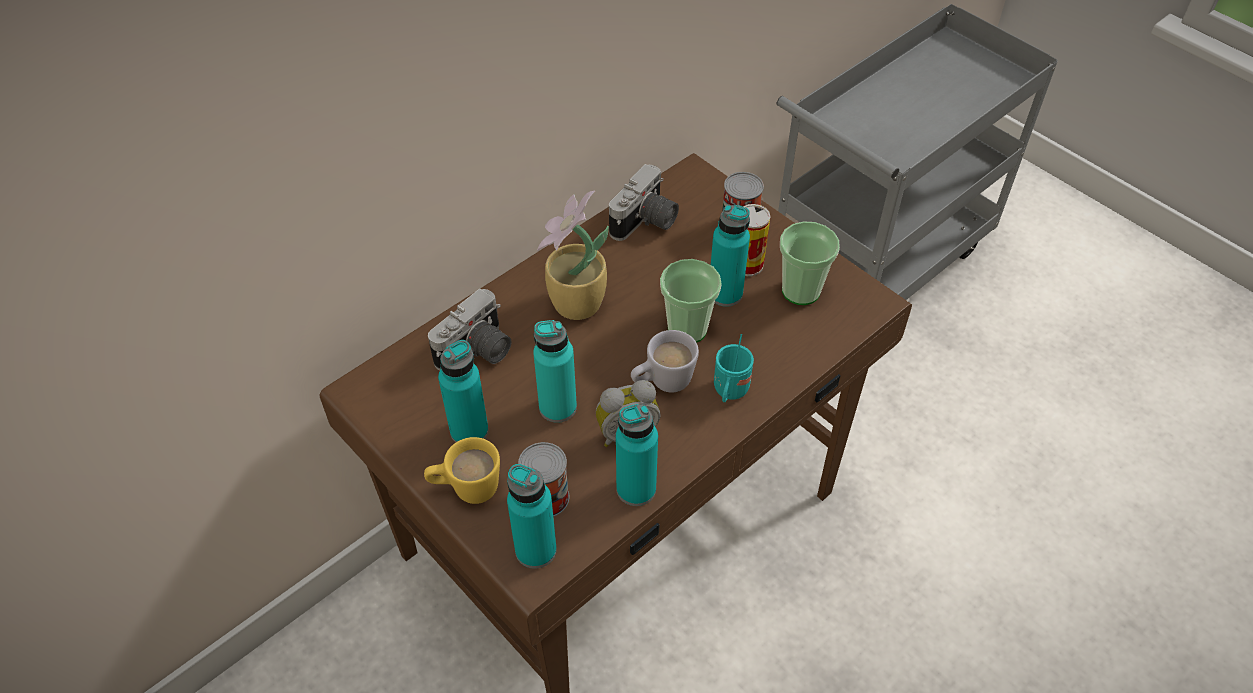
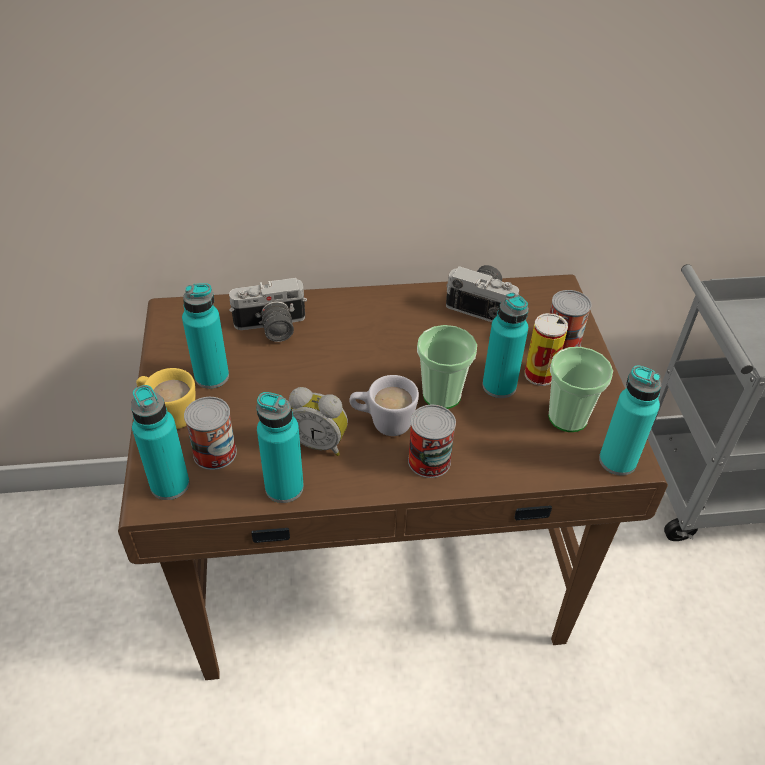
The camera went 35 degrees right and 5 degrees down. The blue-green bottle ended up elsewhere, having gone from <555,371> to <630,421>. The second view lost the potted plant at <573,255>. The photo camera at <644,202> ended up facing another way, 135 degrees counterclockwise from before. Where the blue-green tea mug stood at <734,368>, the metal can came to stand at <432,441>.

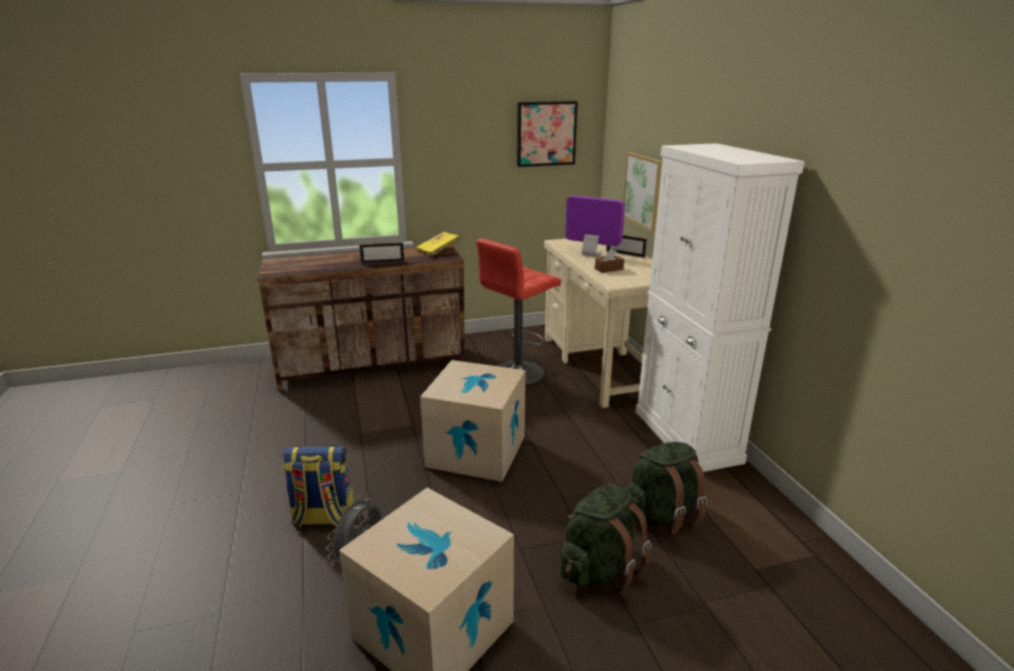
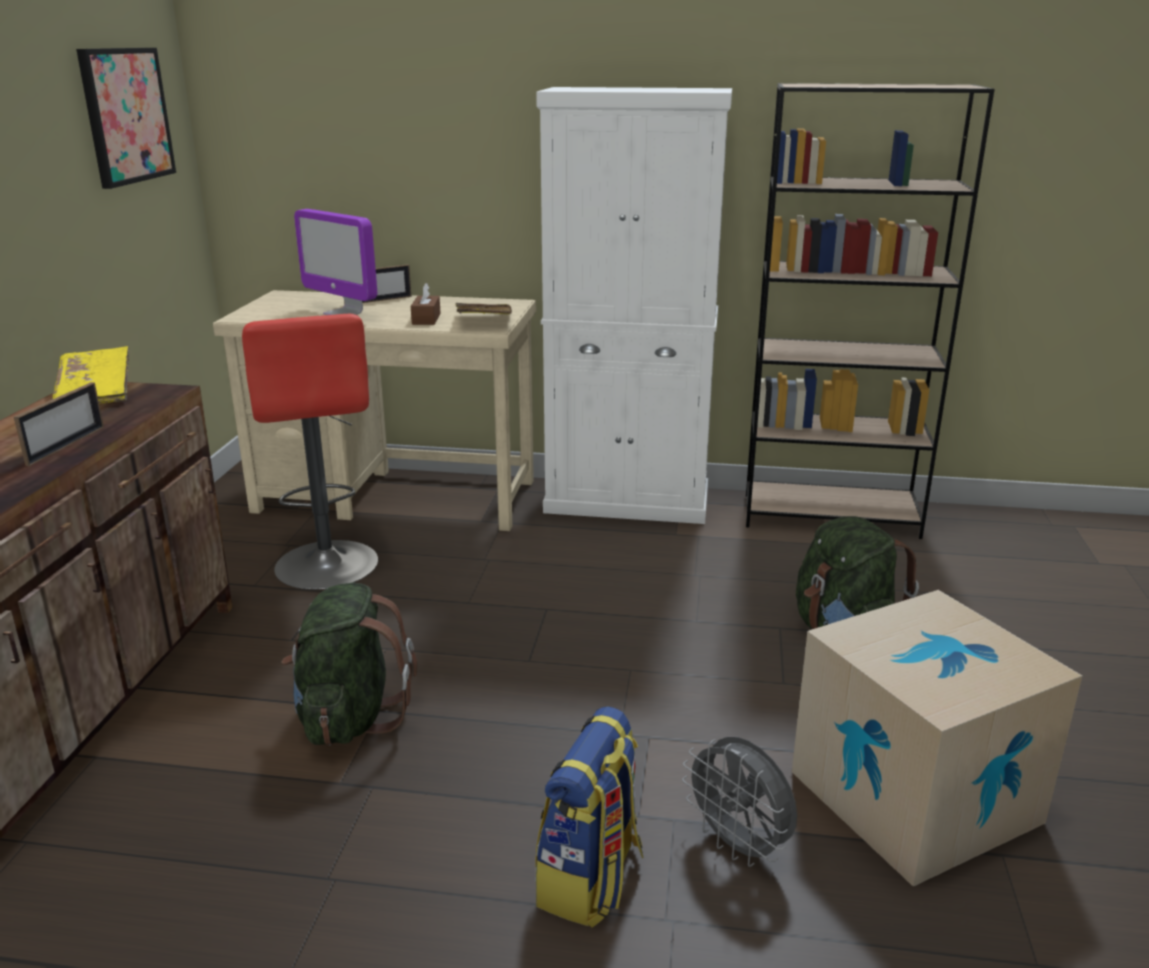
The camera went 65 degrees left and 0 degrees up. The second view lost the packing box at <472,421>. The computer screen at <595,226> ended up facing another way, 105 degrees counterclockwise from before. The second view lost the wall picture at <642,192>. The green backpack ended up elsewhere, having gone from <666,489> to <349,664>. The second view gained the yellow-coloured book at <483,308>. The second view gained the sand-coloured bookcase at <870,311>.

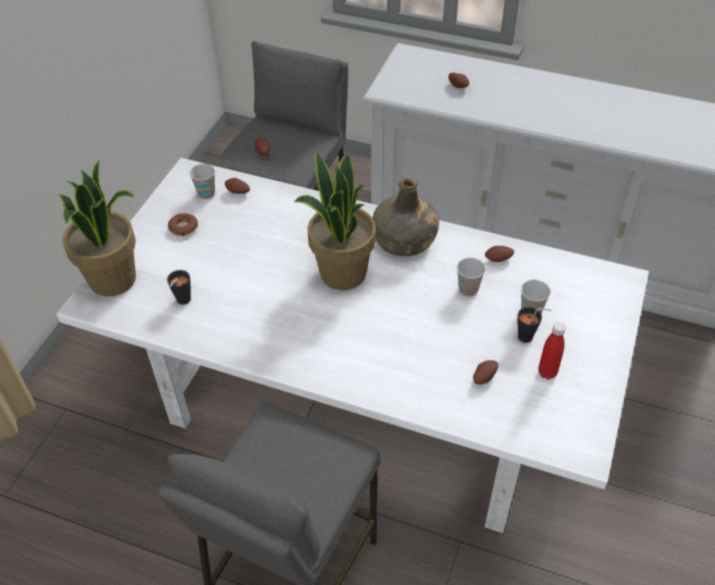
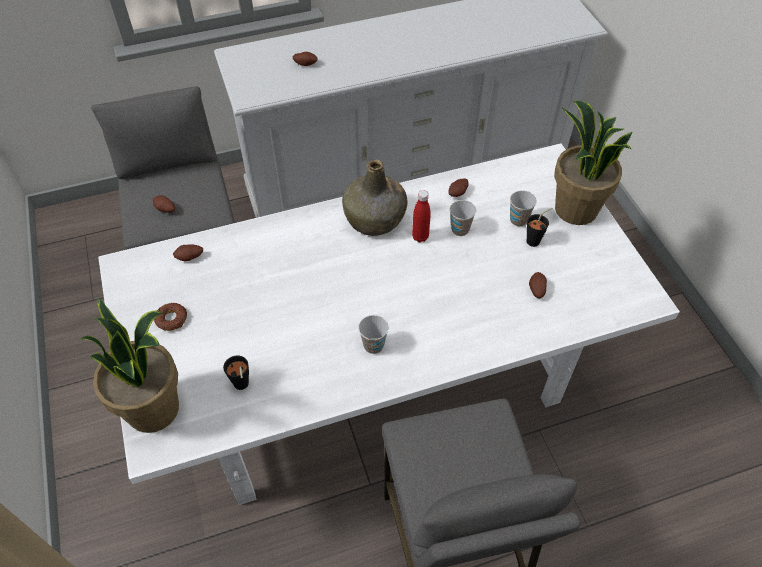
The camera went 40 degrees left and 5 degrees up. The small cup ended up elsewhere, having gone from <202,181> to <373,334>. The potted plant ended up elsewhere, having gone from <335,220> to <593,163>. The reddish bottle ended up elsewhere, having gone from <552,350> to <421,216>.

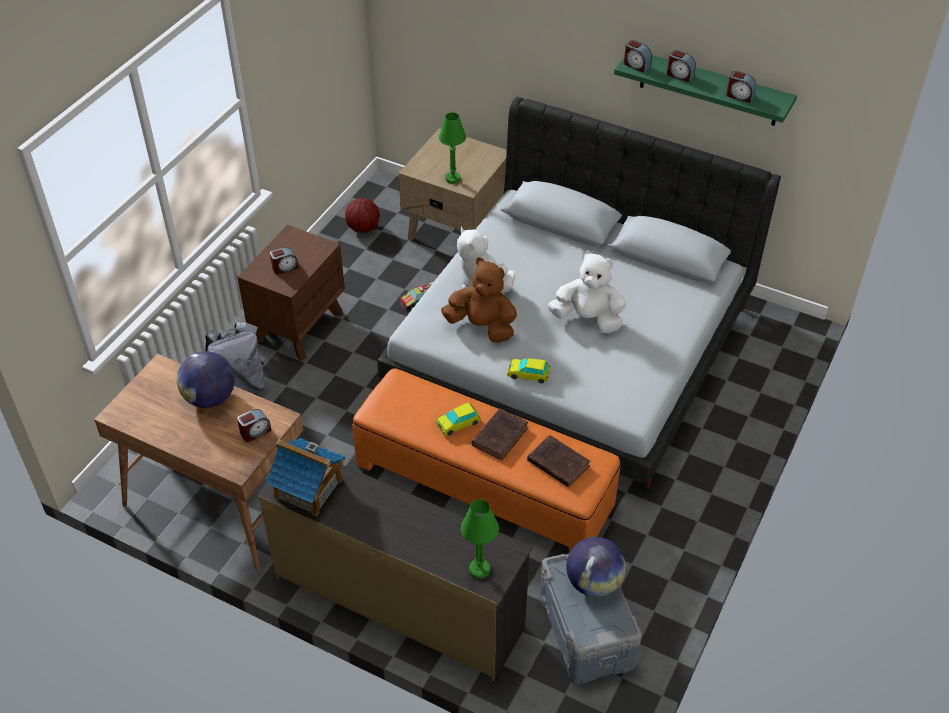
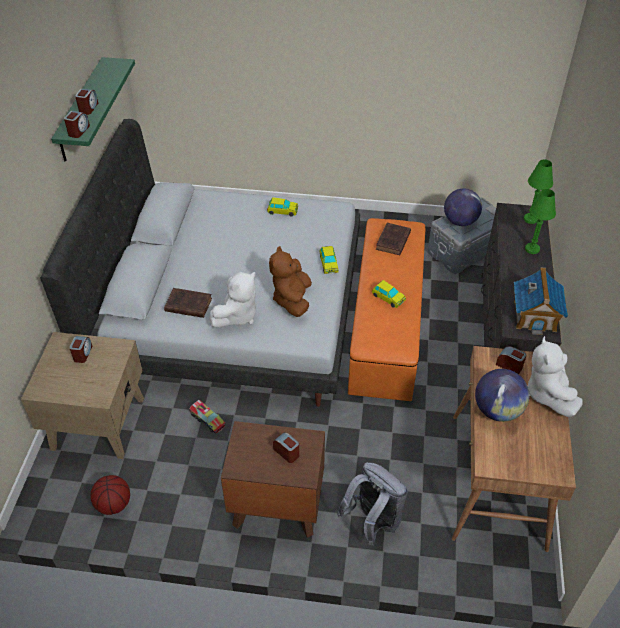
The camera went 110 degrees left and 0 degrees up. The green tabletop lamp ended up elsewhere, having gone from <452,148> to <540,221>. The brown-coloured book ended up elsewhere, having gone from <500,434> to <188,303>. The white soft toy ended up elsewhere, having gone from <587,292> to <555,376>. The table clock ended up elsewhere, having gone from <741,87> to <80,349>. The second view gained the miniature car at <282,207>.

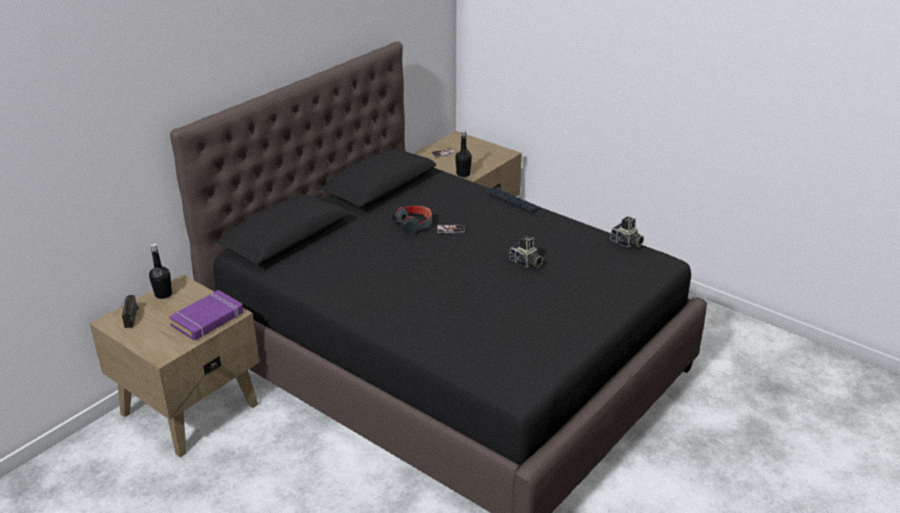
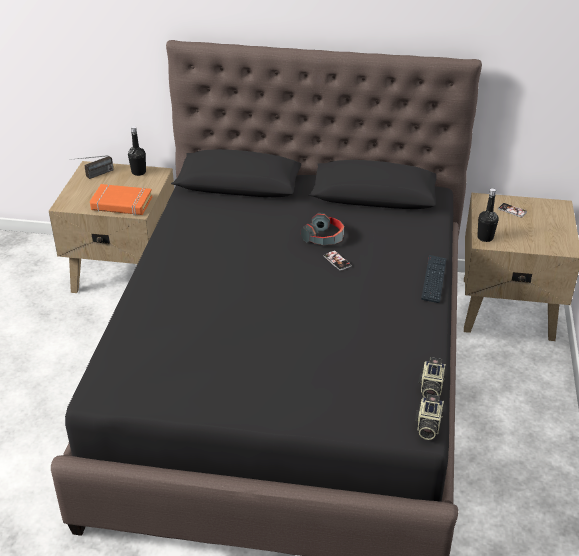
The camera went 60 degrees right and 5 degrees up. What was the purple-coloured book at <206,315> turned into the orange-coloured book at <121,200>. The photo camera ended up elsewhere, having gone from <525,252> to <429,417>.

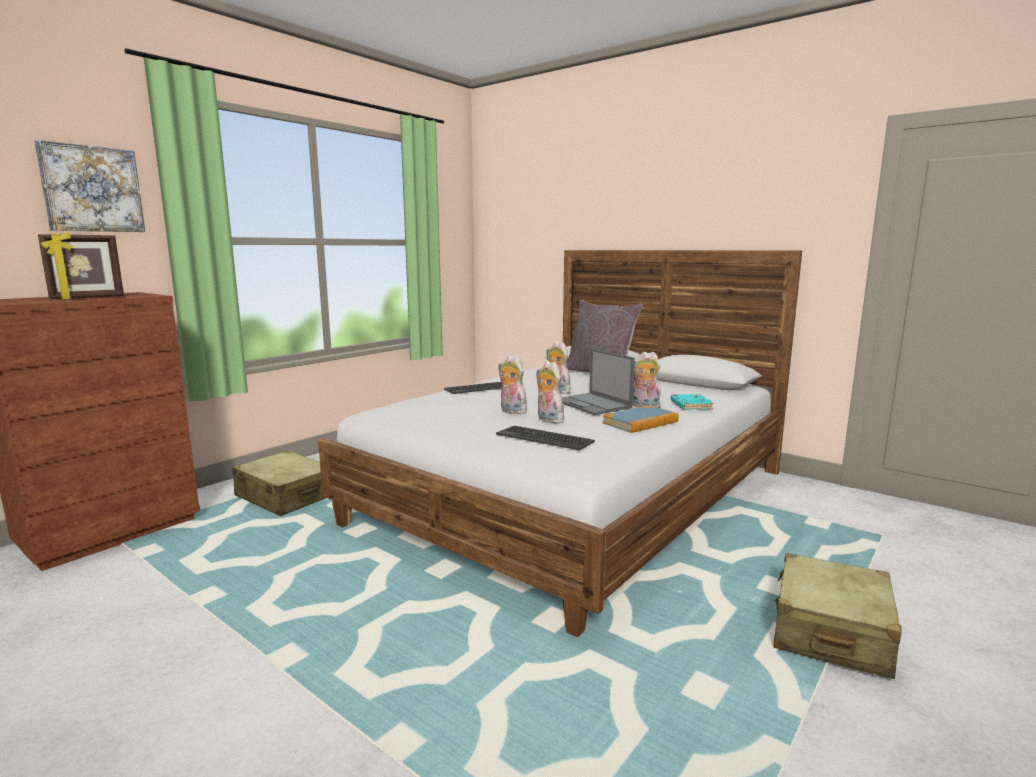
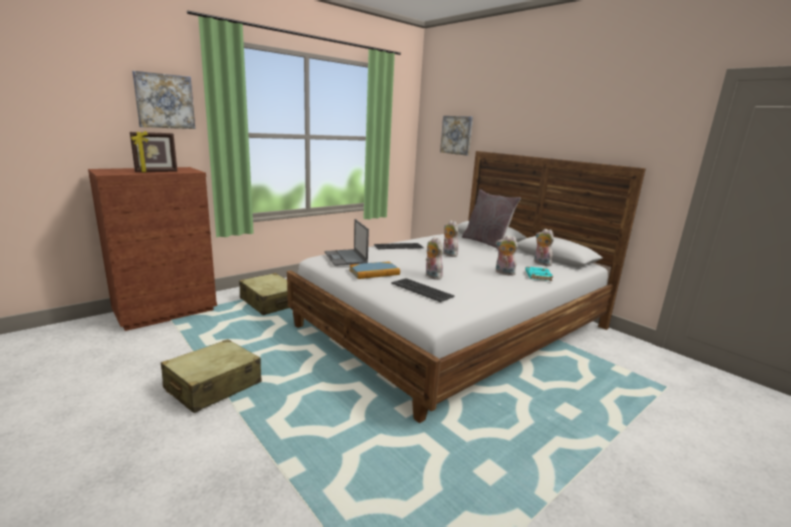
The camera went 10 degrees right and 5 degrees up. The soft toy ended up elsewhere, having gone from <512,384> to <544,247>. The portable computer ended up elsewhere, having gone from <598,381> to <346,242>. The book ended up elsewhere, having gone from <641,419> to <374,270>. The sand-coloured travel case ended up elsewhere, having gone from <838,616> to <211,376>. The second view gained the wall picture at <456,136>.

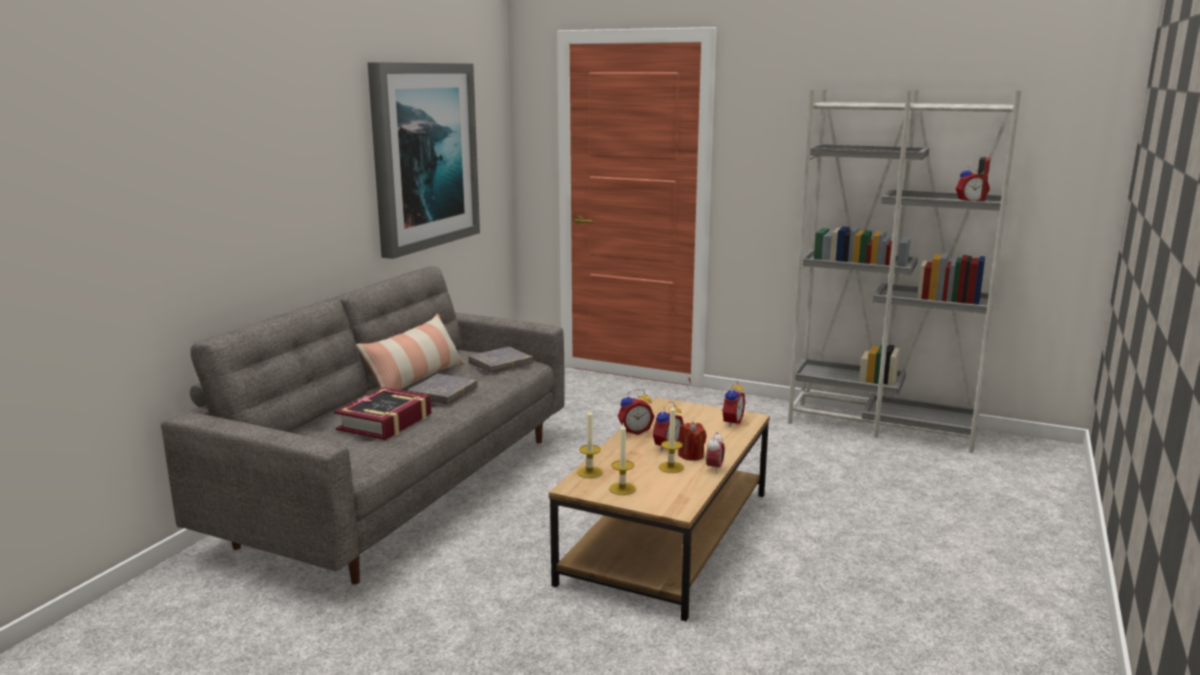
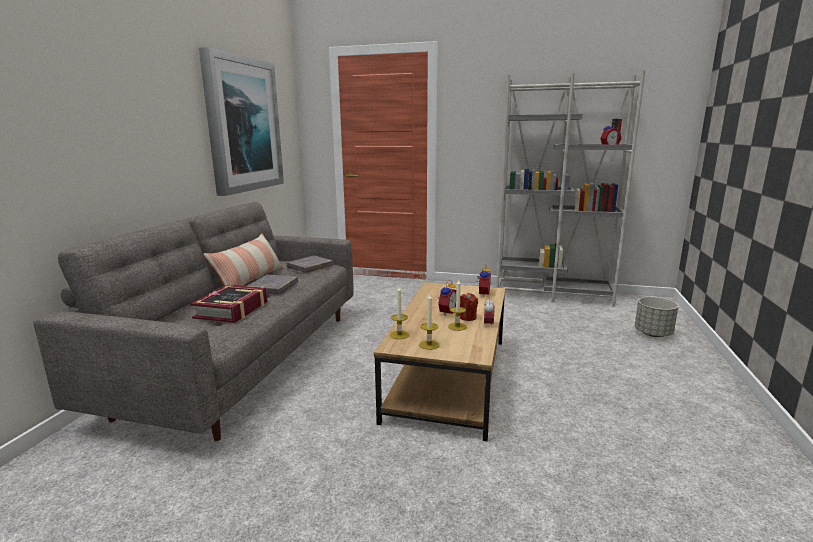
The camera went 10 degrees left and 0 degrees up. The second view lost the table clock at <636,412>. The second view gained the greyish plant pot at <657,317>.

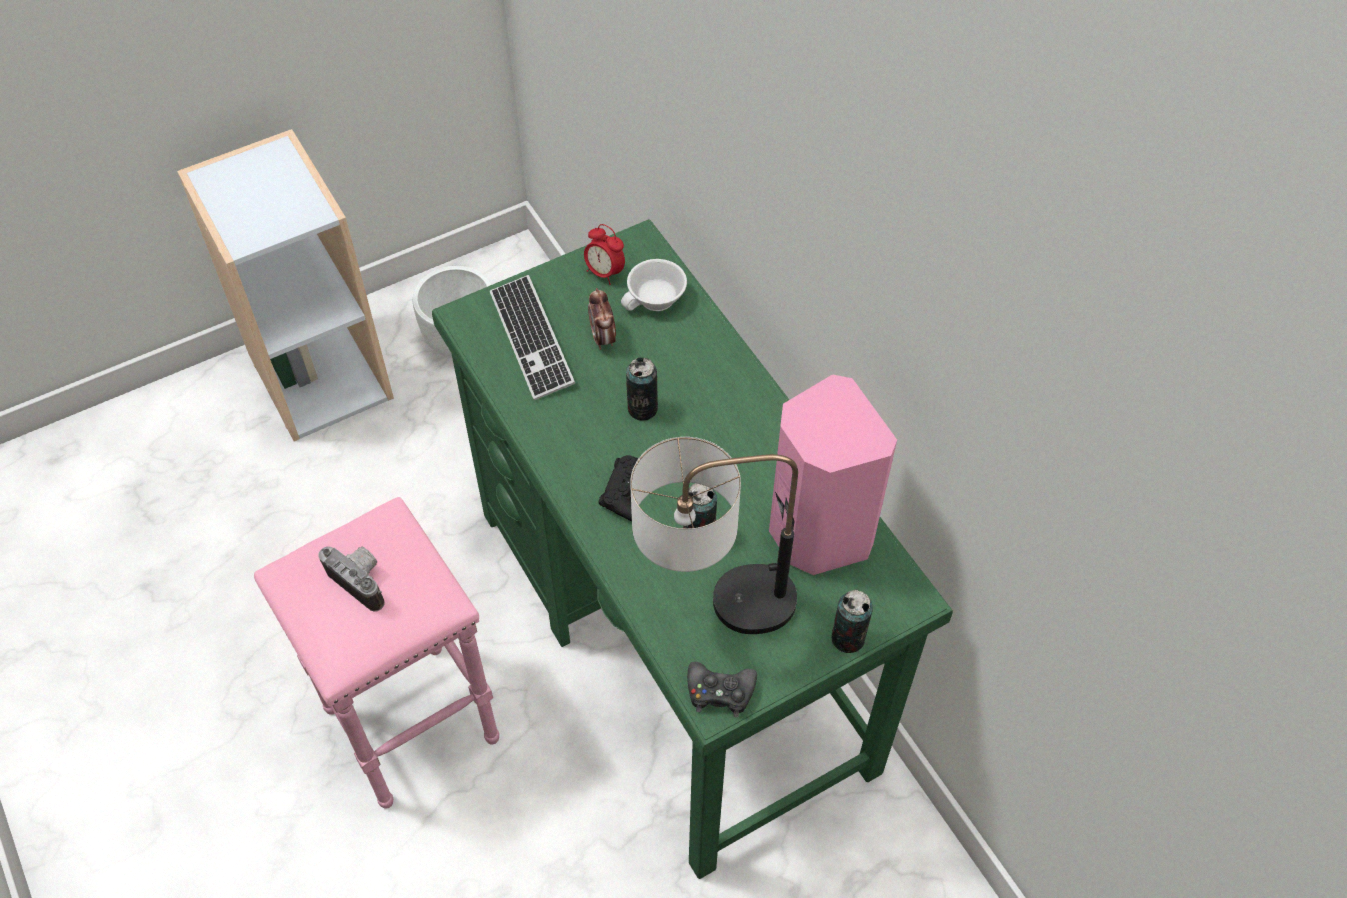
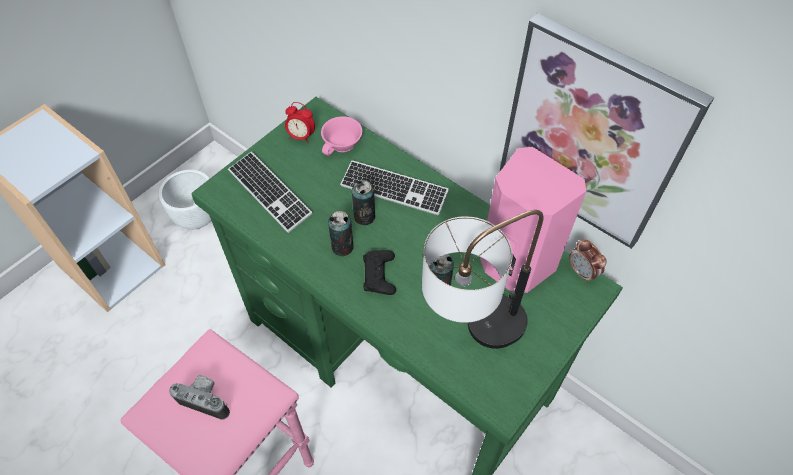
The camera went 20 degrees left and 0 degrees up. The table clock ended up elsewhere, having gone from <602,319> to <588,261>. What was the white small cup at <654,285> turned into the pink small cup at <342,136>. The second view lost the blackish game controller at <722,689>. The metal can ended up elsewhere, having gone from <852,621> to <341,233>. The second view gained the PC keyboard at <394,188>. The second view gained the wall picture at <607,131>.

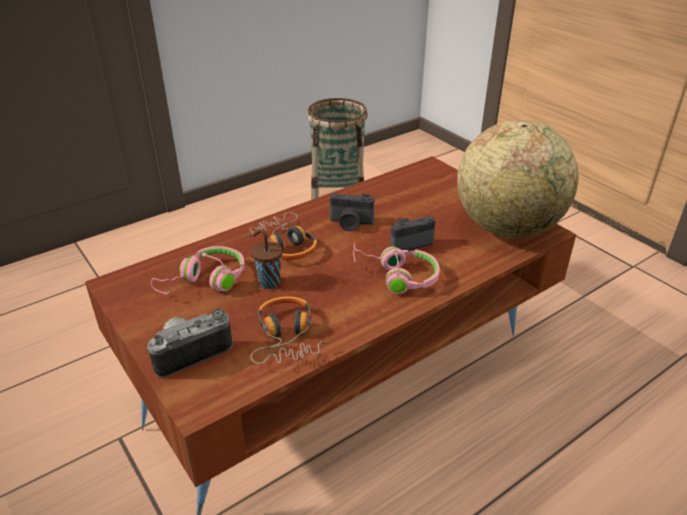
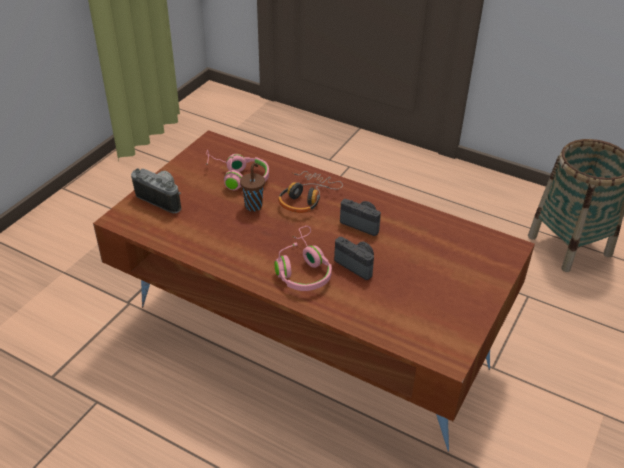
The camera went 65 degrees right and 5 degrees up. The second view lost the pair of headphones at <291,330>. The photo camera at <352,212> ended up facing another way, 135 degrees clockwise from before. The second view lost the desk globe at <518,179>.

